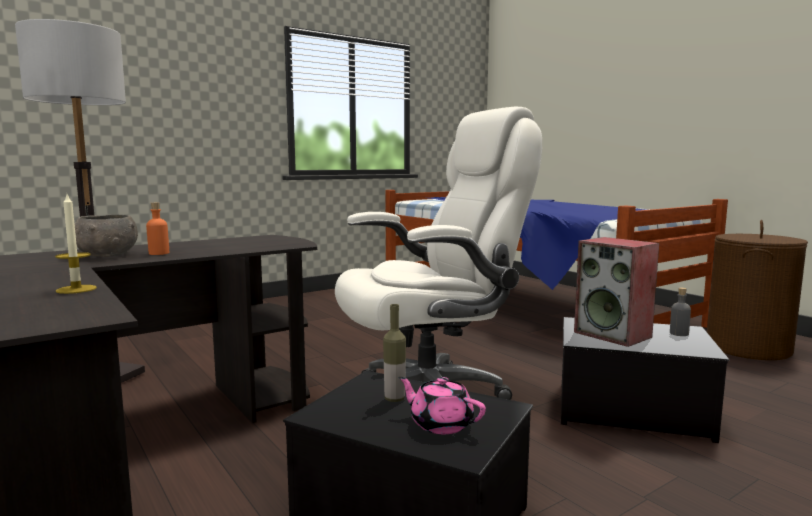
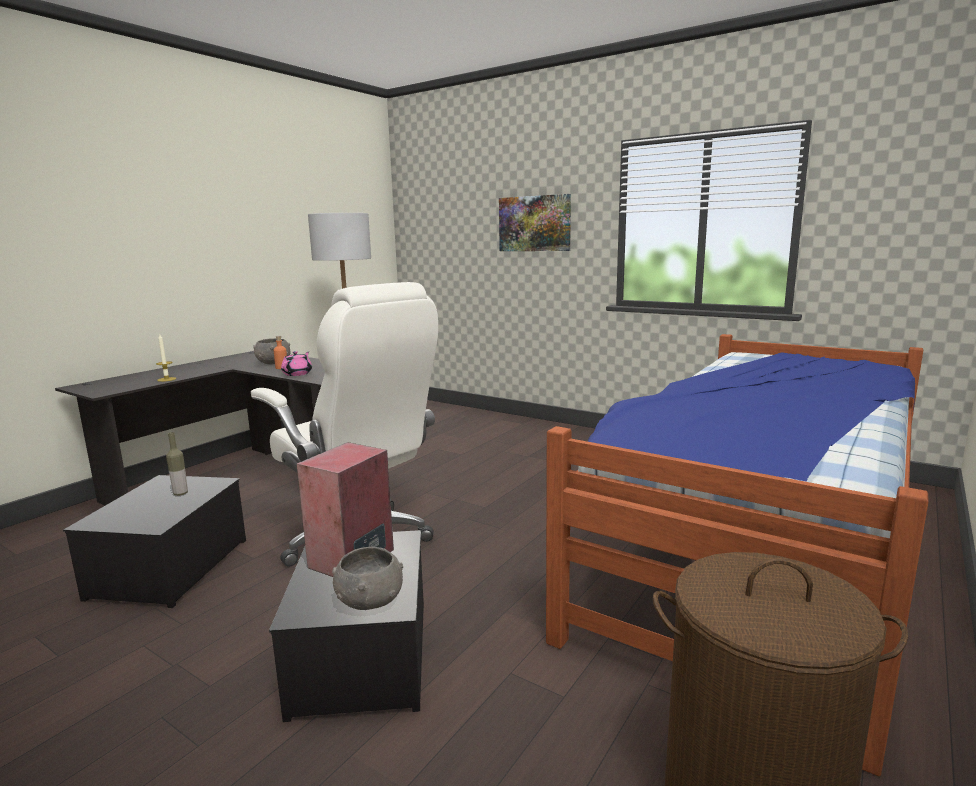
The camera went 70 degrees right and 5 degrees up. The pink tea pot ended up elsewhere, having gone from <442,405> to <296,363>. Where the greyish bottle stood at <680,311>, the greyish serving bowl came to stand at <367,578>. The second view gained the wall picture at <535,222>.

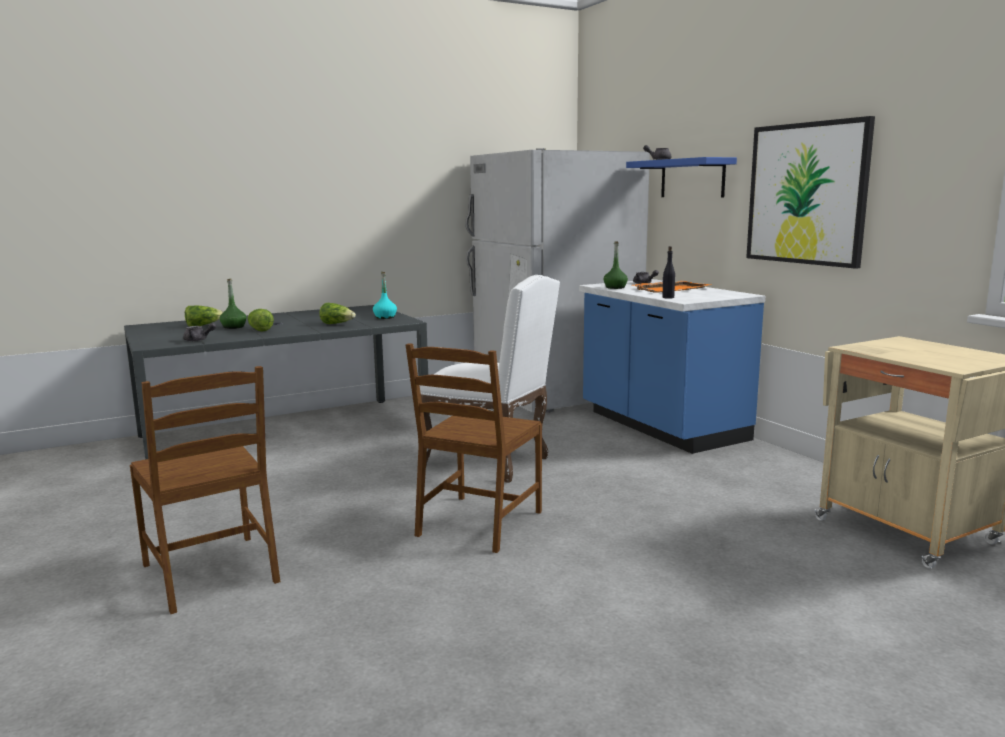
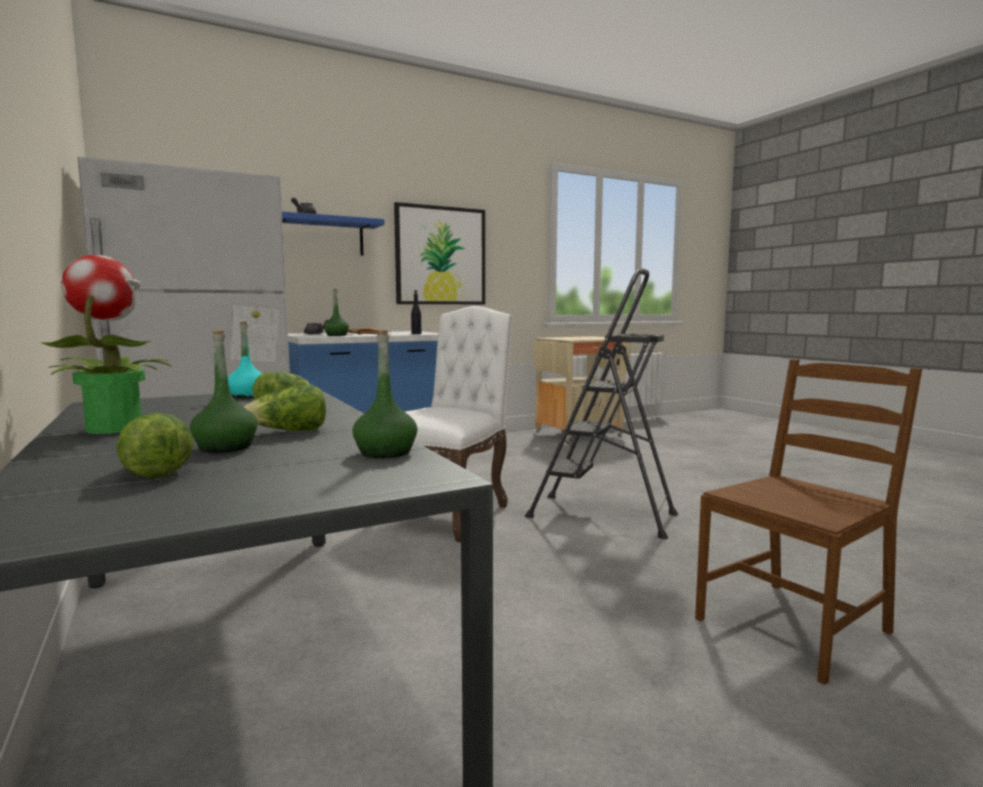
The camera went 90 degrees left and 5 degrees down. Where the greyish tea pot stood at <199,332>, the green bottle came to stand at <385,394>. Where the brown-coloured plain chair stood at <474,448>, the step stool came to stand at <601,403>. The second view gained the potted plant at <106,344>.

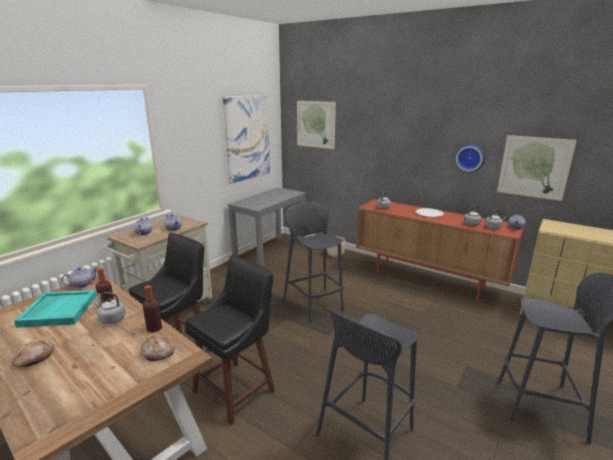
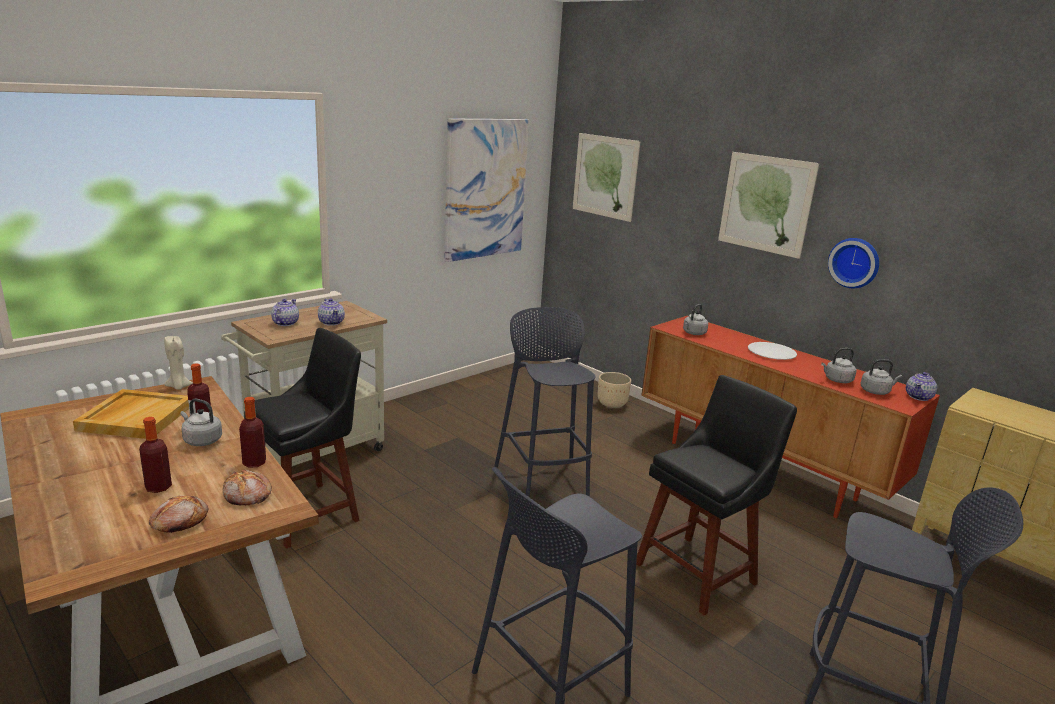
The camera went 10 degrees right and 0 degrees up. The bread ended up elsewhere, having gone from <33,353> to <178,514>. What was the blue-green serving tray at <55,309> turned into the sand-coloured serving tray at <131,414>. Where the tea pot stood at <79,277>, the sand-coloured wax light came to stand at <178,363>. The blackish plain chair ended up elsewhere, having gone from <230,340> to <716,495>. The second view lost the greyish console table at <267,227>. The wall picture ended up elsewhere, having gone from <537,168> to <768,205>. The second view gained the bottle at <155,455>.

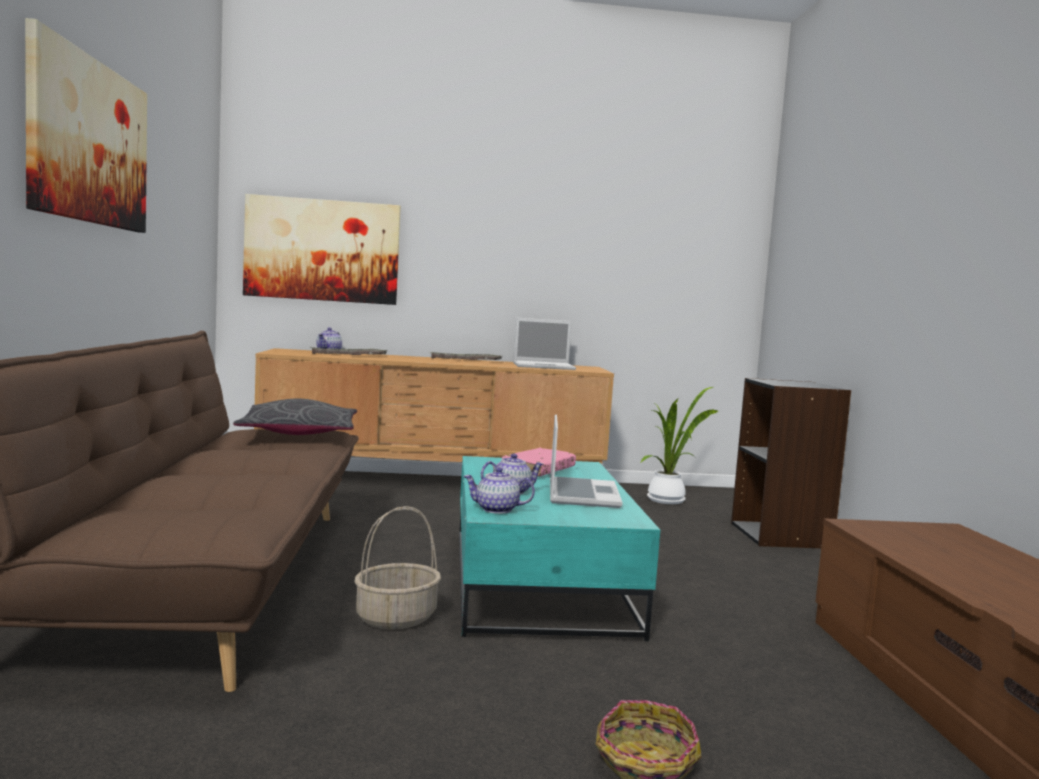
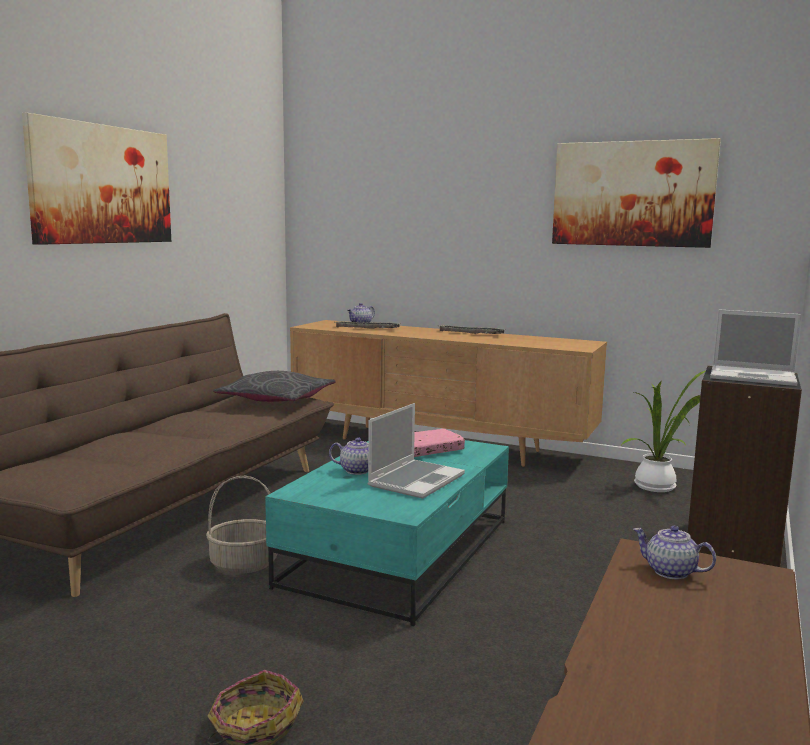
The camera went 30 degrees right and 5 degrees up. The wall picture ended up elsewhere, having gone from <322,249> to <636,193>. The tea pot ended up elsewhere, having gone from <499,490> to <674,552>. The portable computer ended up elsewhere, having gone from <544,344> to <755,348>.

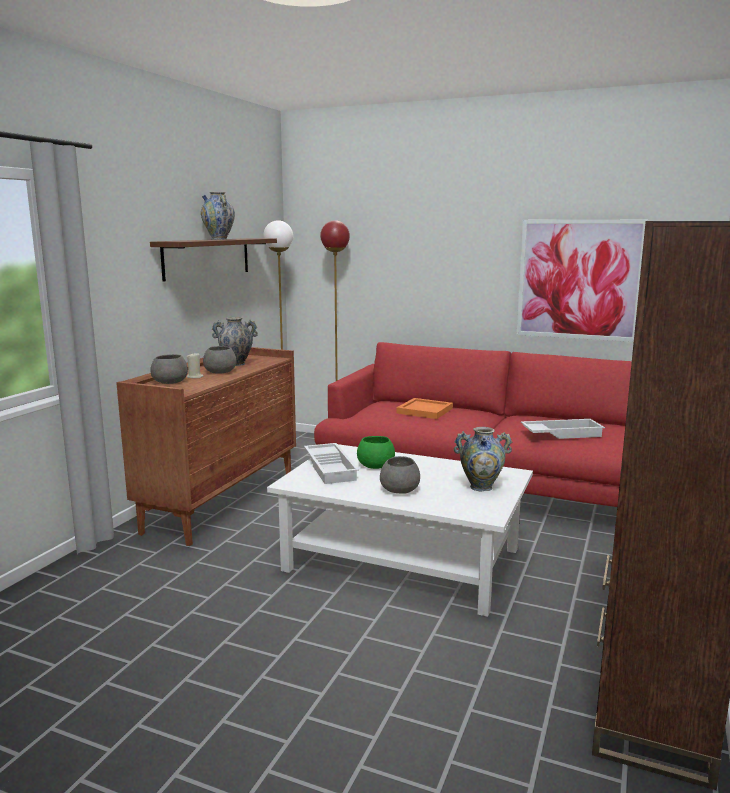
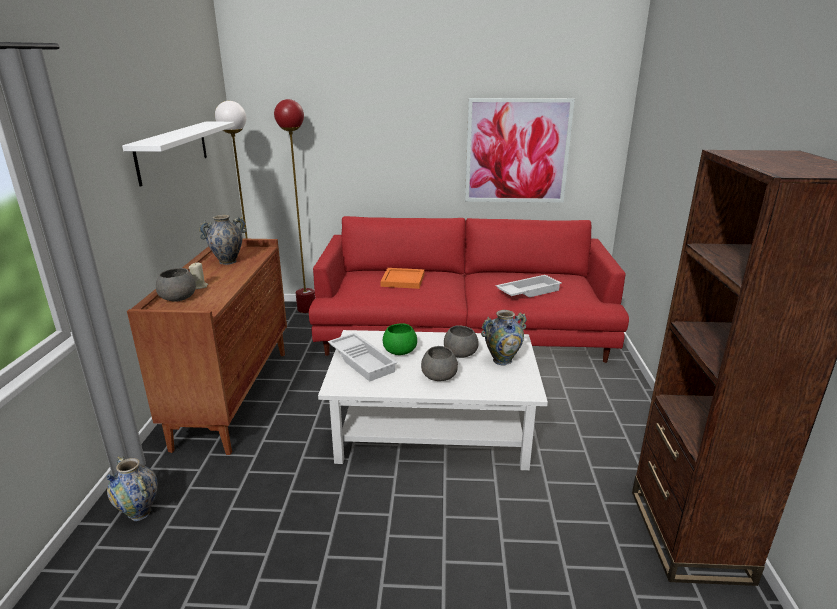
The camera went 20 degrees left and 10 degrees up. What was the brown-coloured bracket shelf at <213,260> turned into the white bracket shelf at <178,154>. The flower vase ended up elsewhere, having gone from <218,216> to <132,488>. The greyish serving bowl ended up elsewhere, having gone from <220,360> to <461,341>.

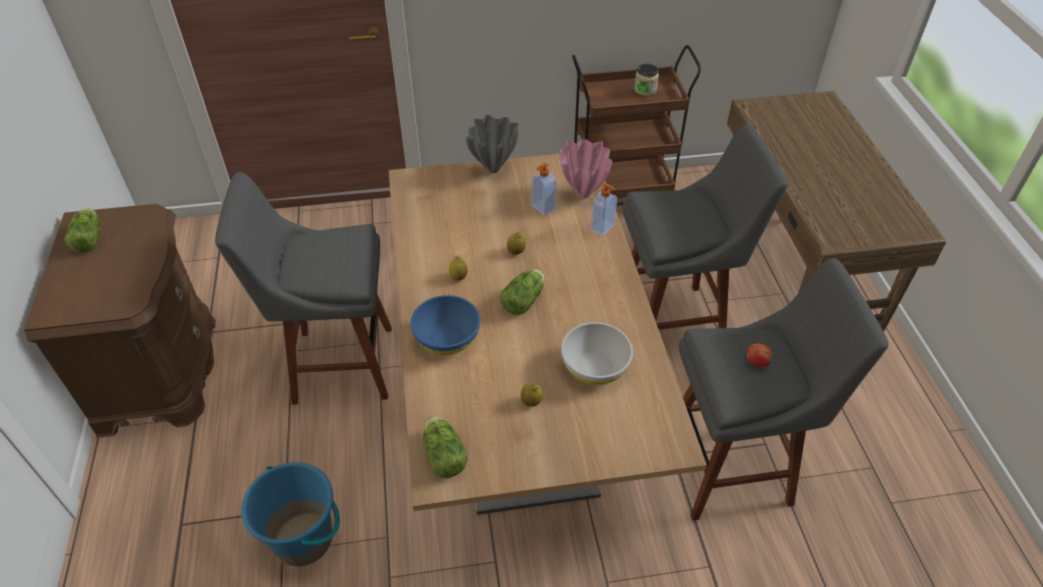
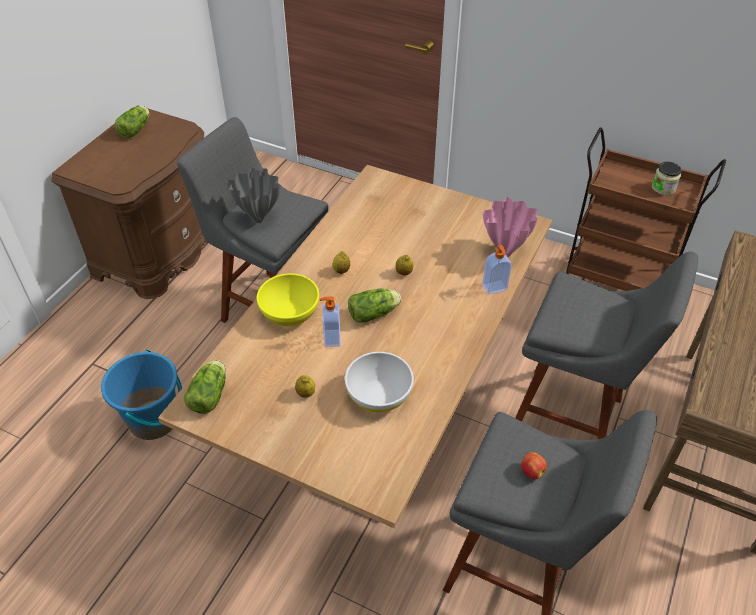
The camera went 35 degrees right and 0 degrees up. What was the bluish serving bowl at <445,325> turned into the yellow-coloured serving bowl at <288,299>. The greyish flower vase ended up elsewhere, having gone from <492,144> to <253,195>. The soap dispenser ended up elsewhere, having gone from <544,189> to <330,321>.

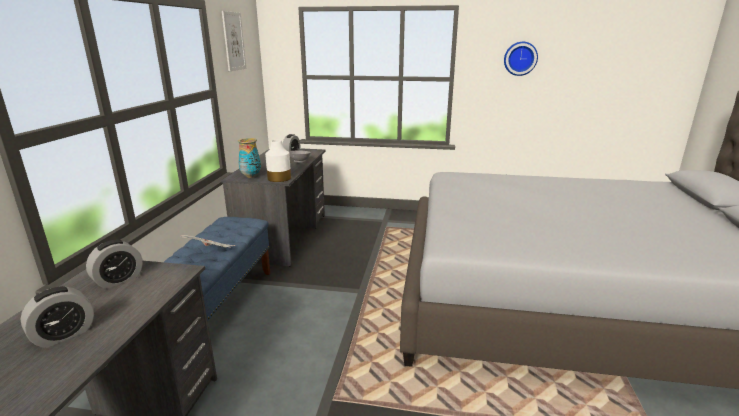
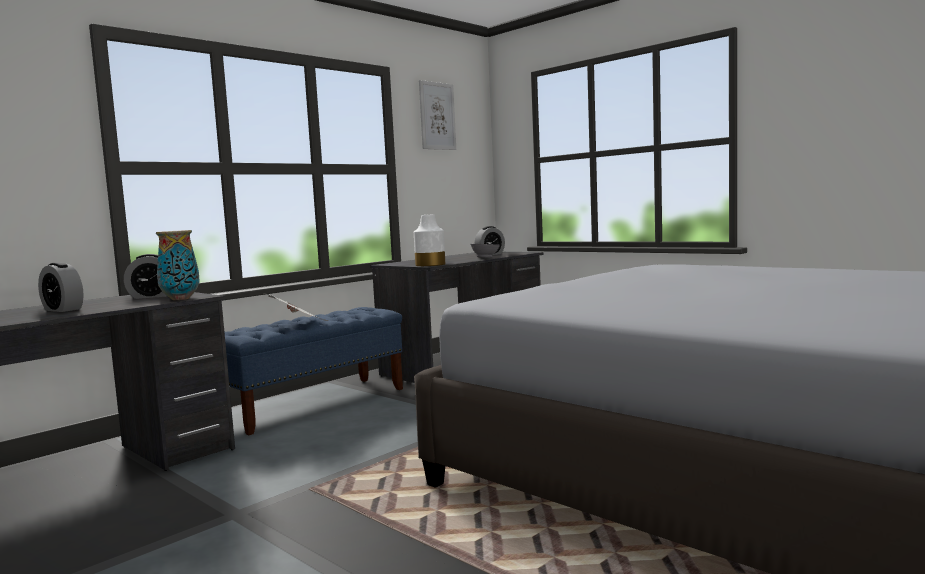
The camera went 35 degrees right and 15 degrees down. The table clock at <57,317> ended up facing another way, 45 degrees clockwise from before. The flower vase ended up elsewhere, having gone from <249,158> to <178,265>. The second view lost the clock on the wall at <521,59>.

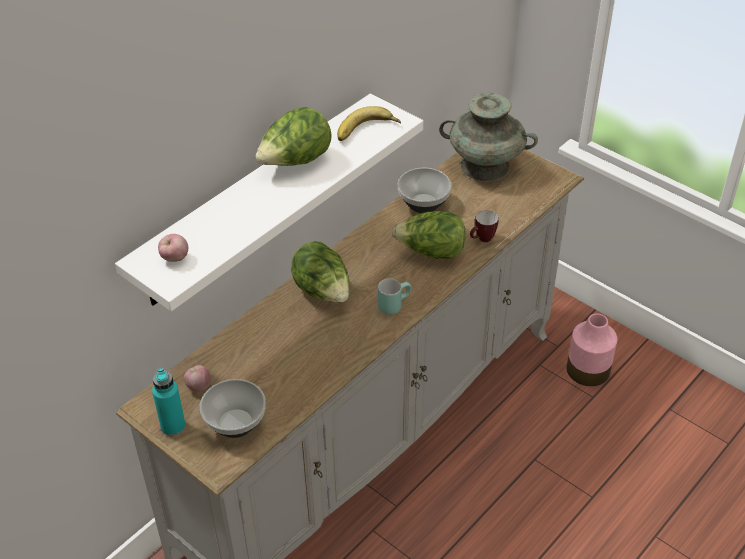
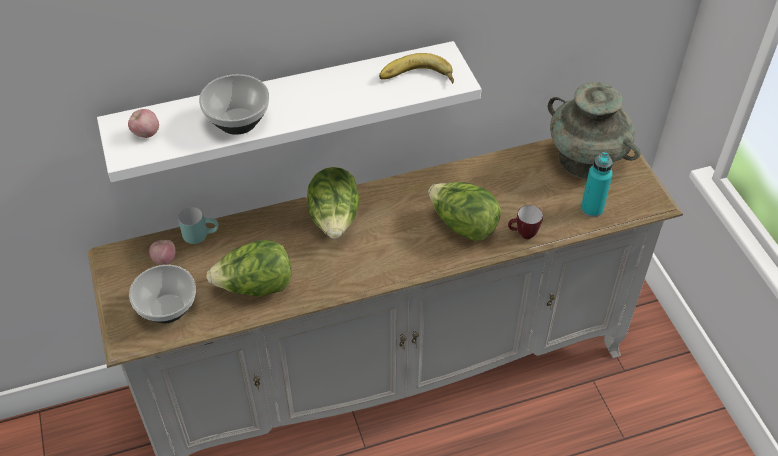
The camera went 30 degrees right and 5 degrees up. The blue-green bottle ended up elsewhere, having gone from <169,402> to <597,184>. The head of lettuce ended up elsewhere, having gone from <294,136> to <248,268>. The blue-green tea mug ended up elsewhere, having gone from <394,296> to <198,225>. The serving bowl ended up elsewhere, having gone from <424,190> to <234,104>. The second view lost the pink flower vase at <591,349>.

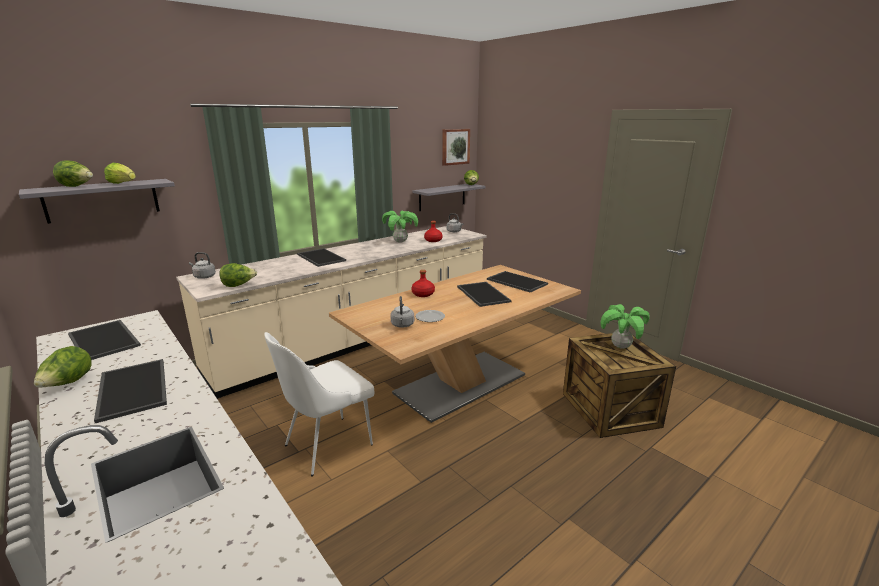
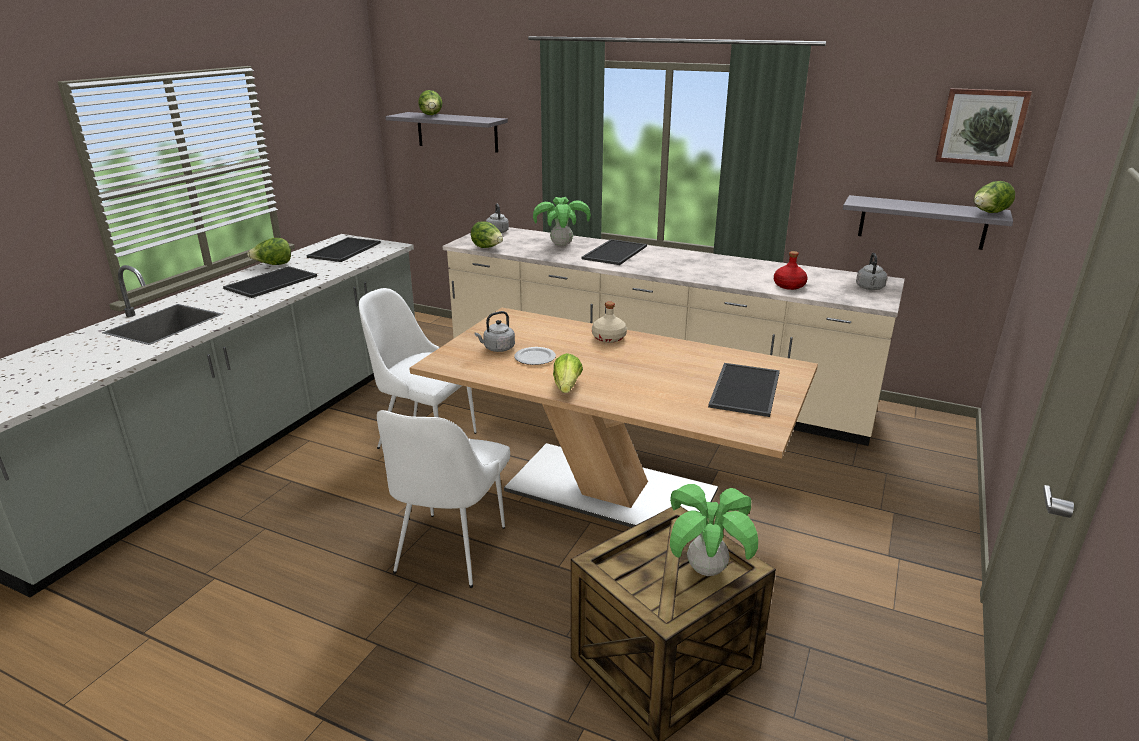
The camera went 65 degrees right and 5 degrees up. The head of lettuce ended up elsewhere, having gone from <120,173> to <568,373>. The potted plant ended up elsewhere, having gone from <400,227> to <562,221>. What was the reddish bottle at <423,283> turned into the sand-coloured bottle at <609,322>. The second view lost the serving tray at <484,294>. The second view gained the white plain chair at <443,499>.

